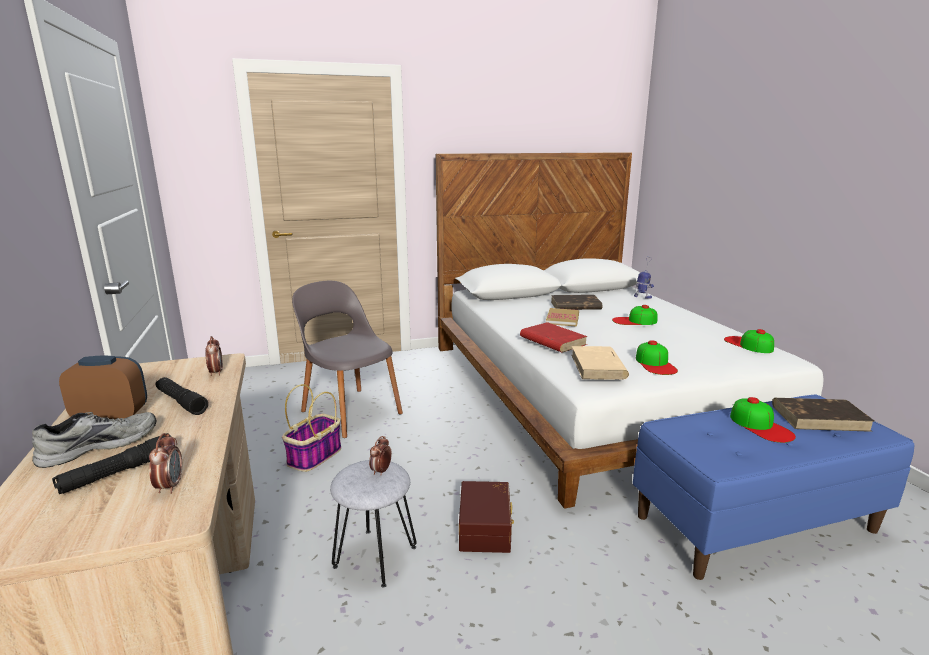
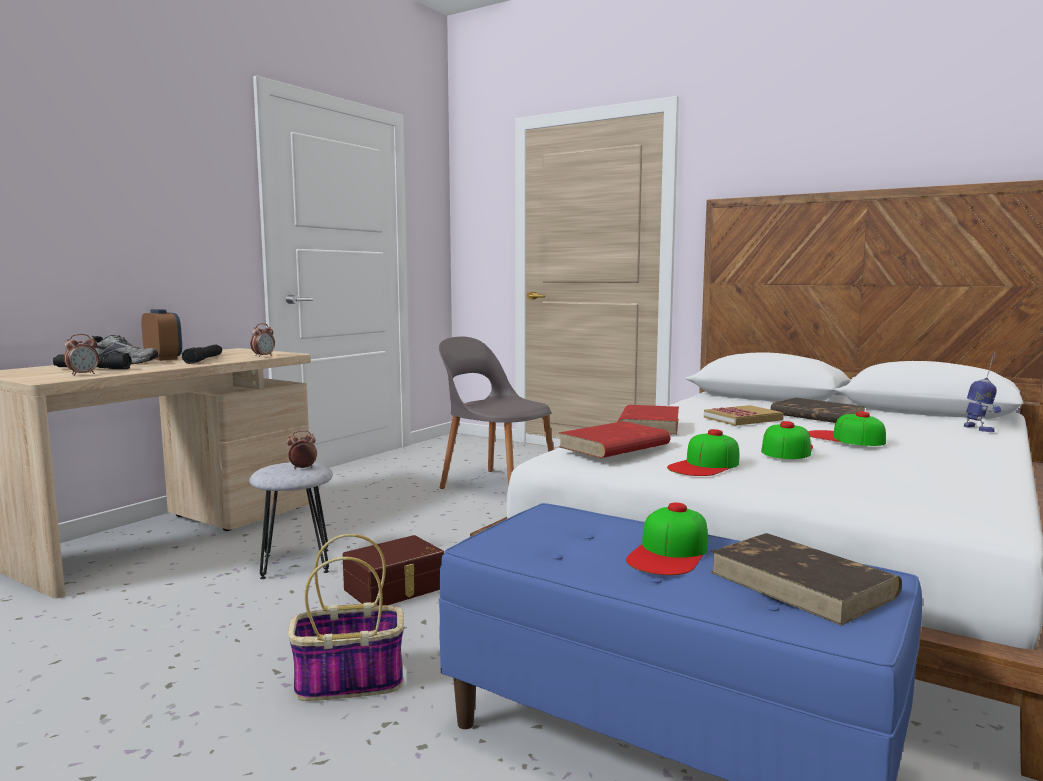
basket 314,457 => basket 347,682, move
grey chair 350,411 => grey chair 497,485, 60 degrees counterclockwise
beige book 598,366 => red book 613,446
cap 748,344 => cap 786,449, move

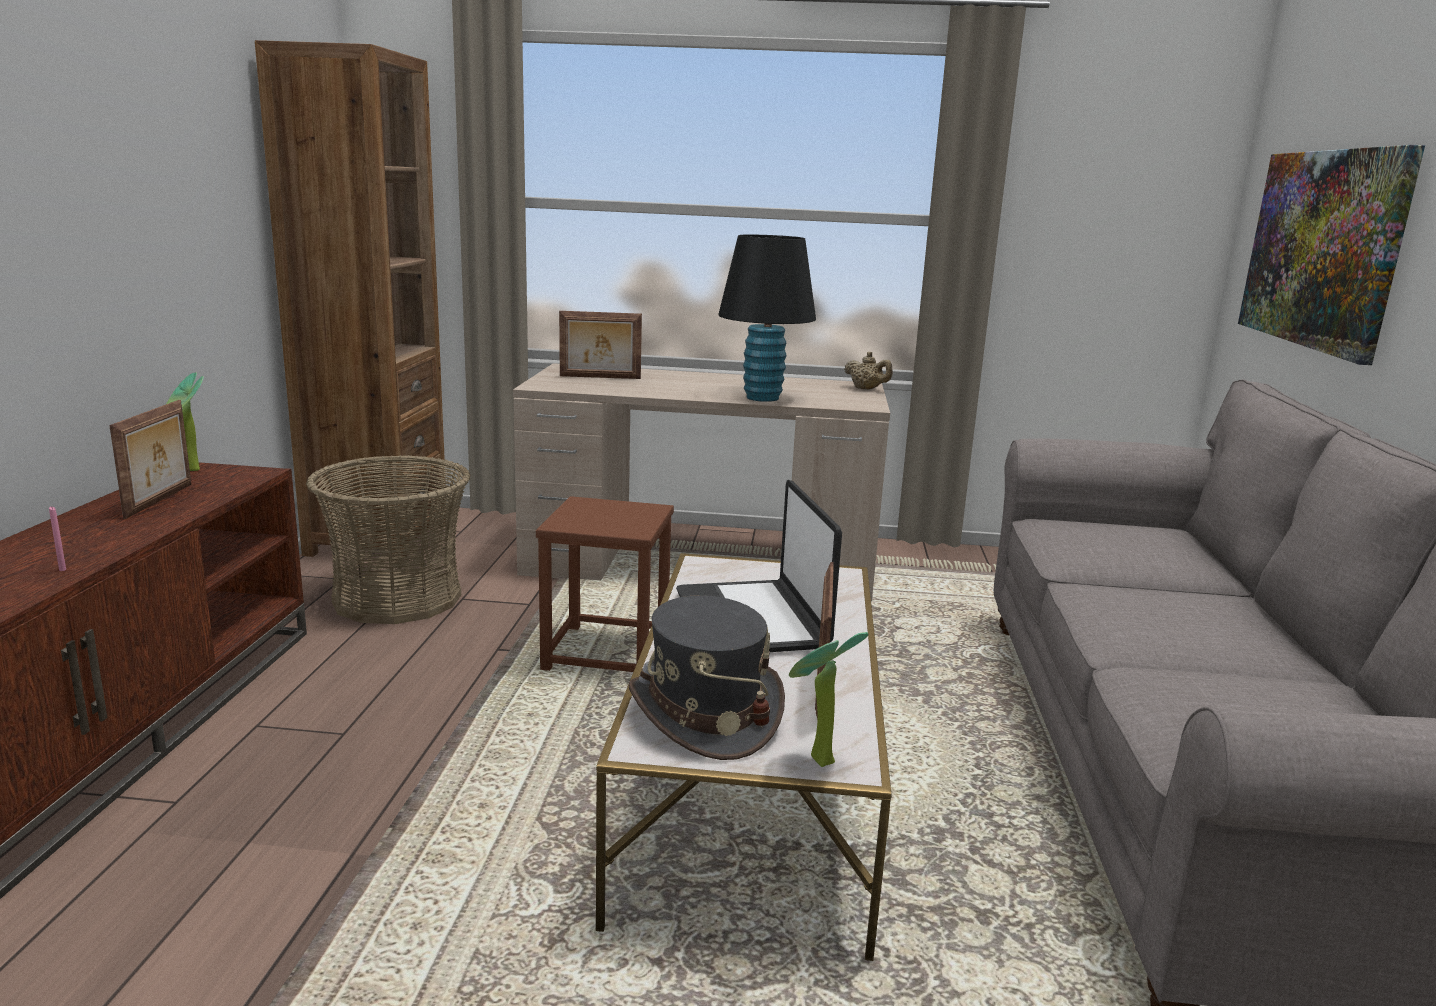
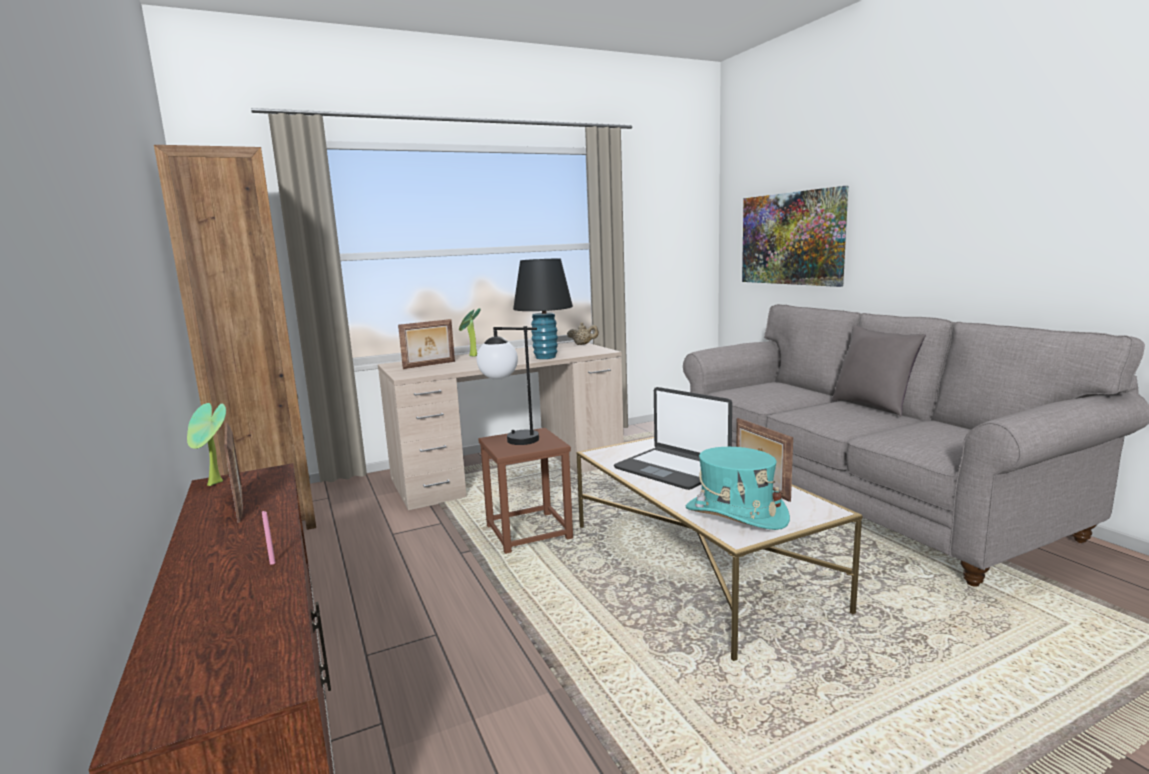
potted plant 816,761 => potted plant 471,356, move
nothing => table lamp 510,439
grey hat 704,714 => turquoise hat 735,514
nothing => grey pillow 873,406
basket 398,598 => nothing

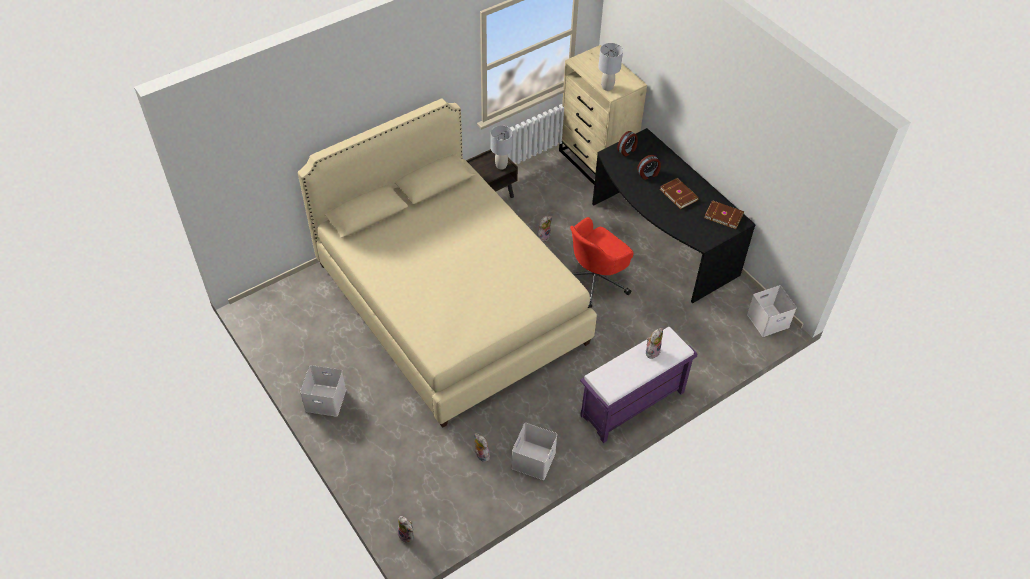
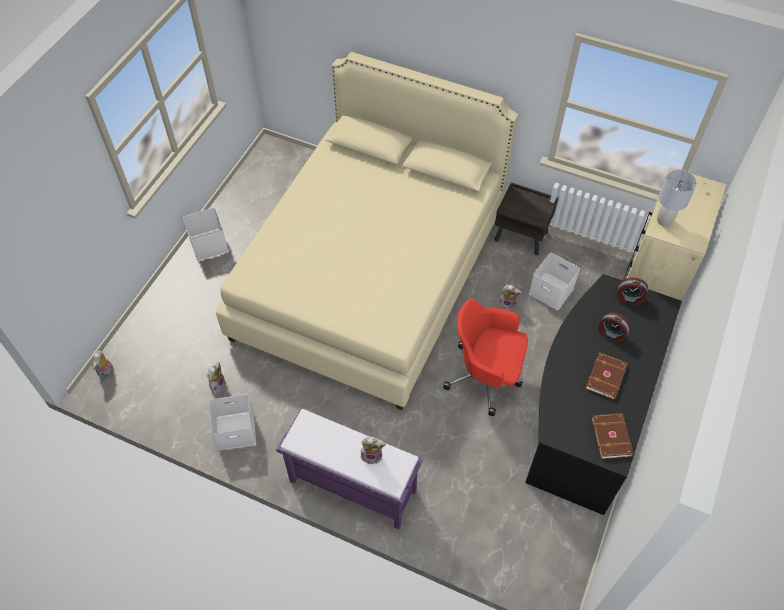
white storage box 768,319 => white storage box 552,290, move
grey table lamp 501,166 => nothing

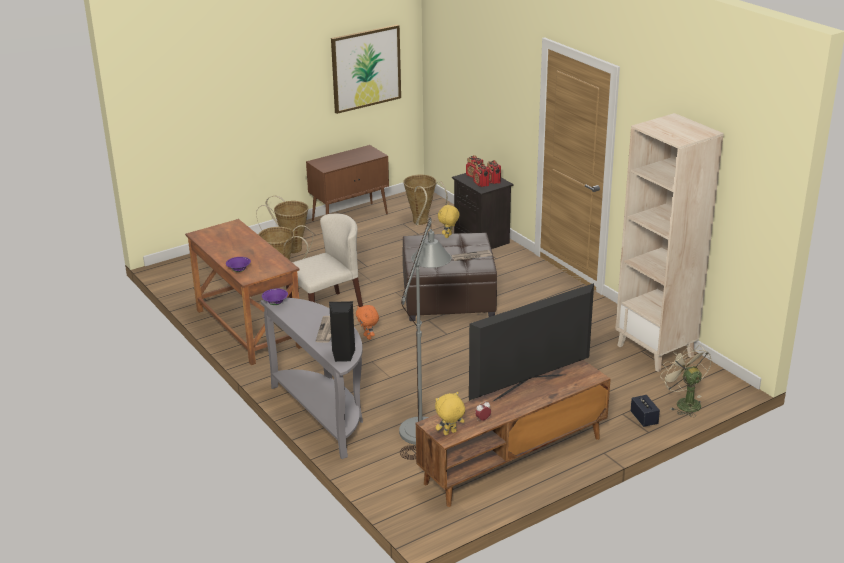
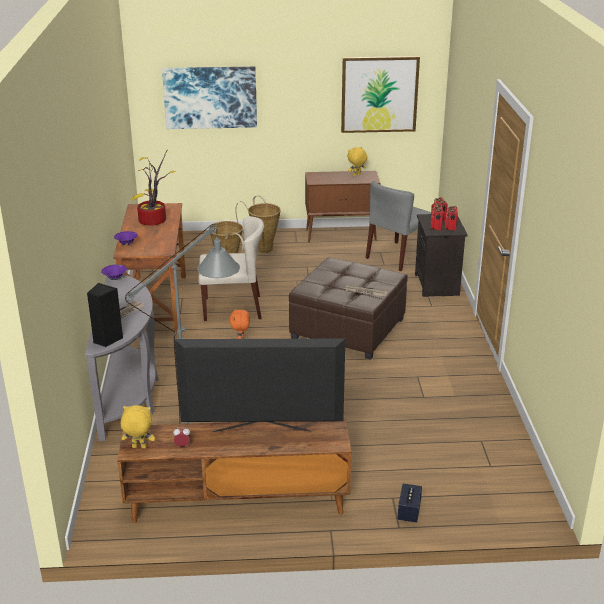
nothing => potted plant 153,222
nothing => picture 210,97
yellow plush toy 448,236 => yellow plush toy 356,175, move
basket 422,223 => grey chair 398,256
beige bookcase 656,351 => nothing
beige fan 684,403 => nothing

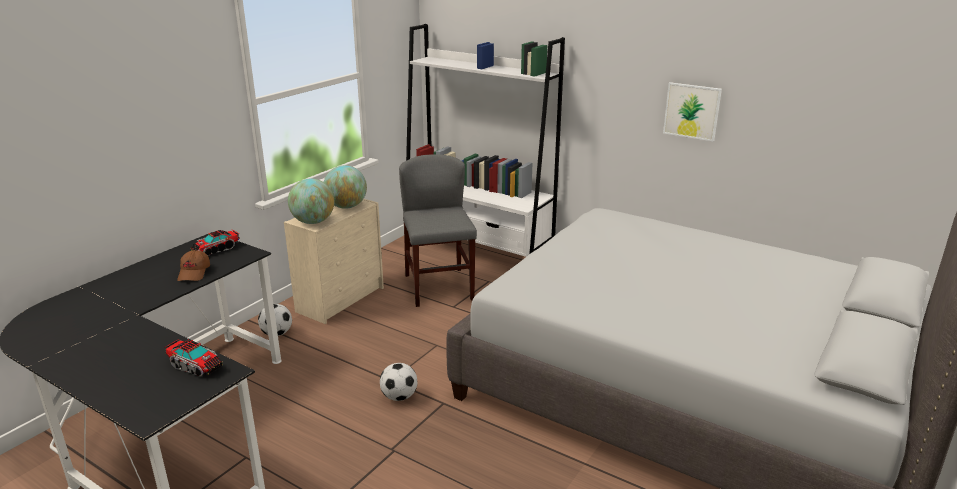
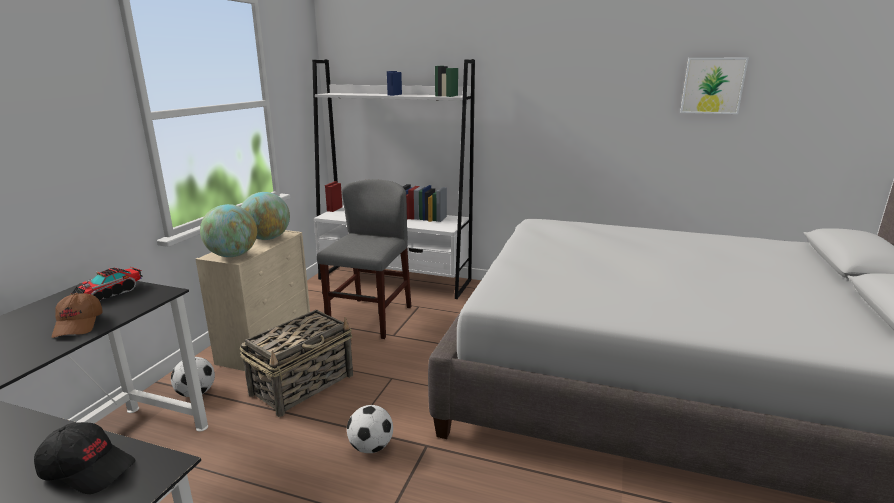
toy truck 195,366 => black cap 88,468
nothing => basket 303,384
grey chair 439,287 => grey chair 370,318, 45 degrees clockwise
picture 692,111 => picture 712,85, move

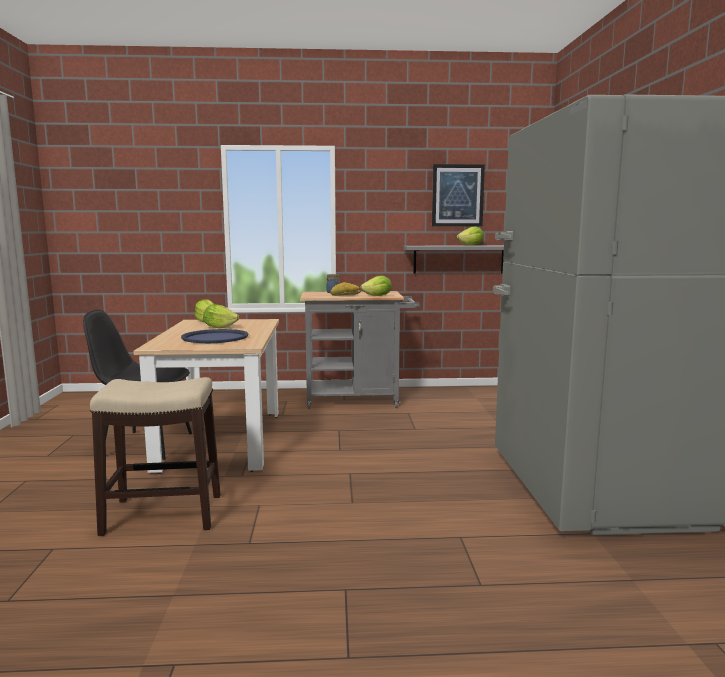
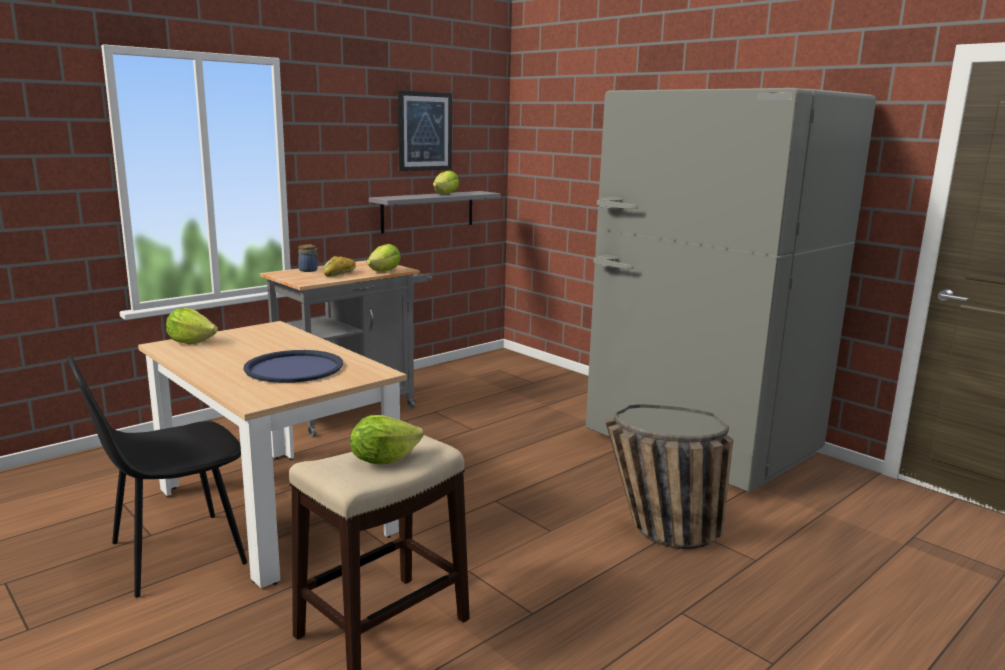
lettuce 219,327 => lettuce 383,460, move
nothing => basket 657,532

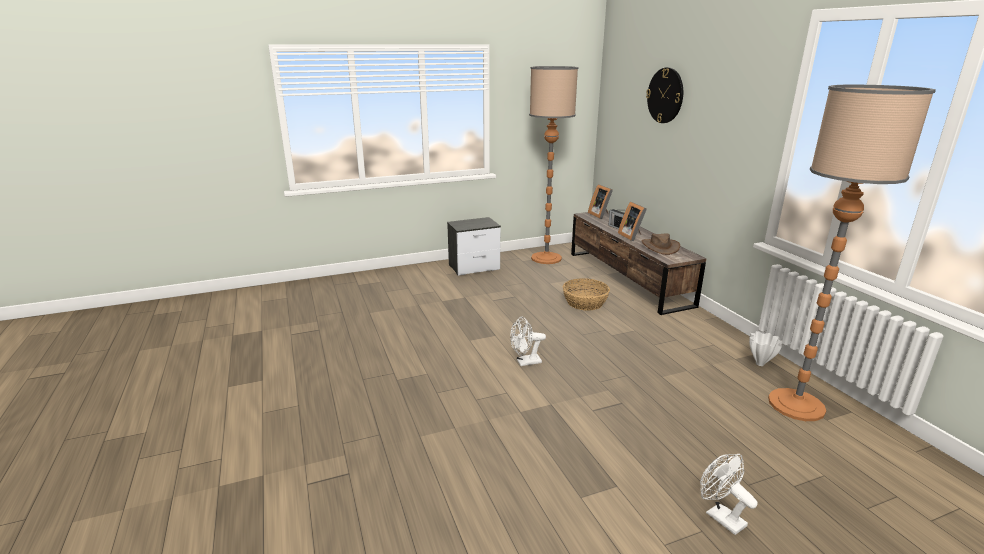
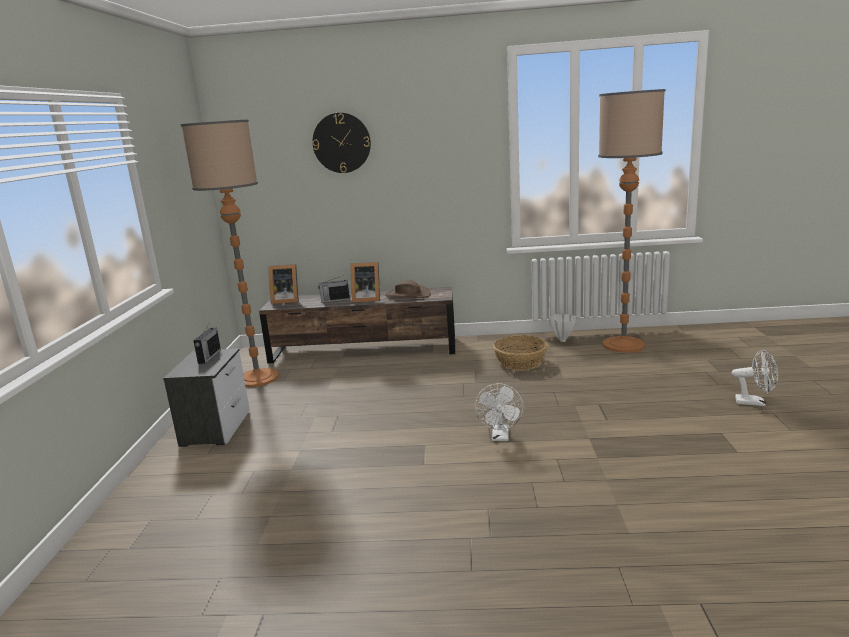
nothing => radio 209,357
basket 585,303 => basket 520,362, move
white fan 720,516 => white fan 755,402, 150 degrees counterclockwise

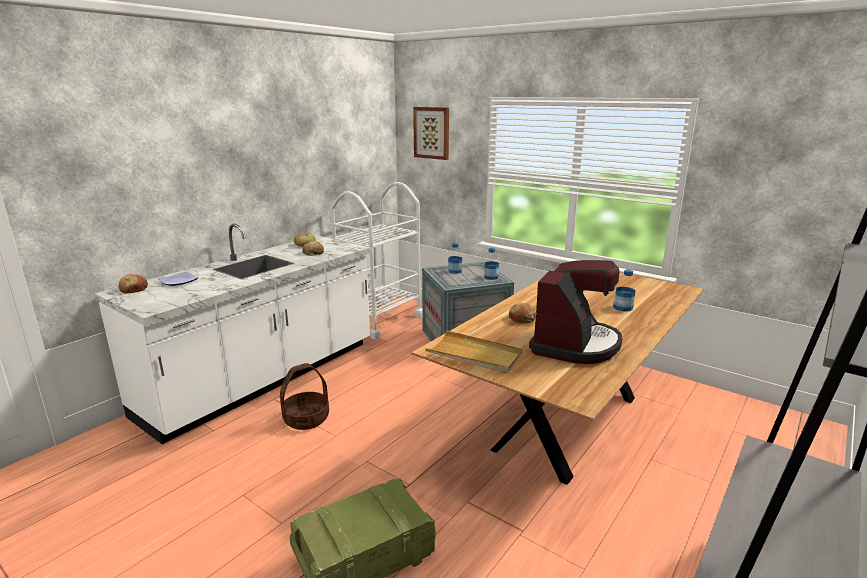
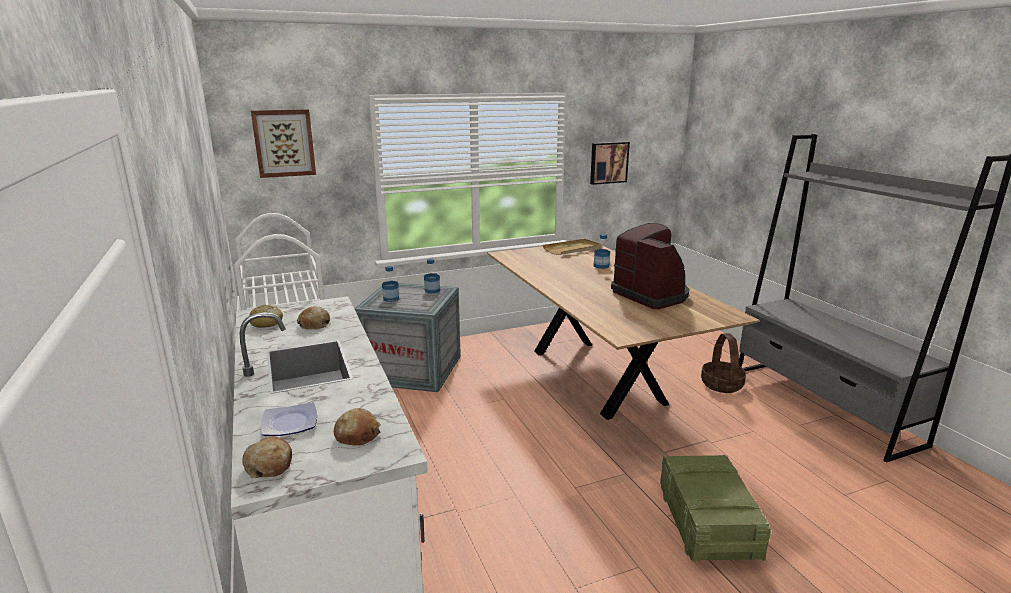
bread 522,319 => bread 357,435, move
beige tray 474,355 => beige tray 572,249, move
nothing => picture 608,162
basket 306,419 => basket 722,385, move

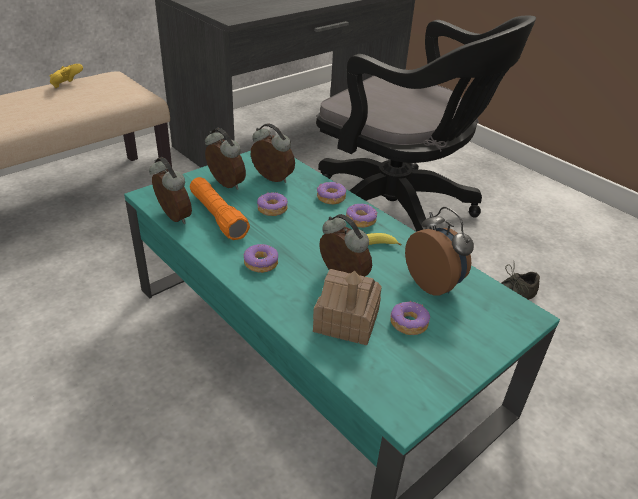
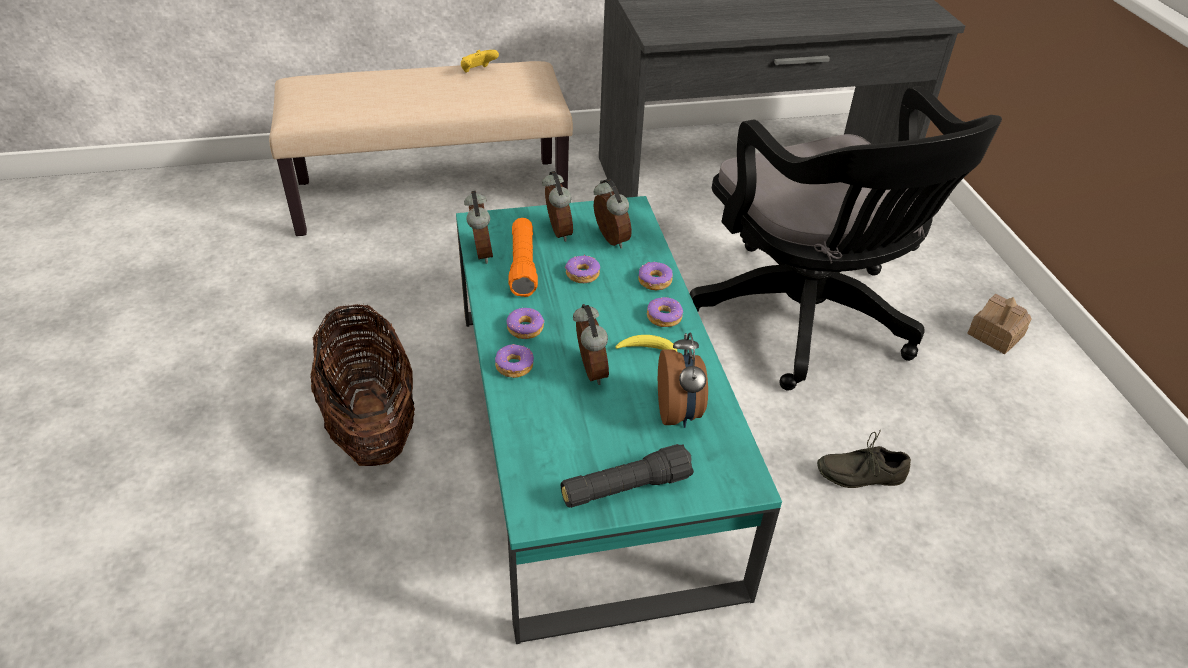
nothing => basket 371,423
donut 408,323 => donut 514,366, move
nothing => black flashlight 625,488
toy house 346,320 => toy house 995,335, move

